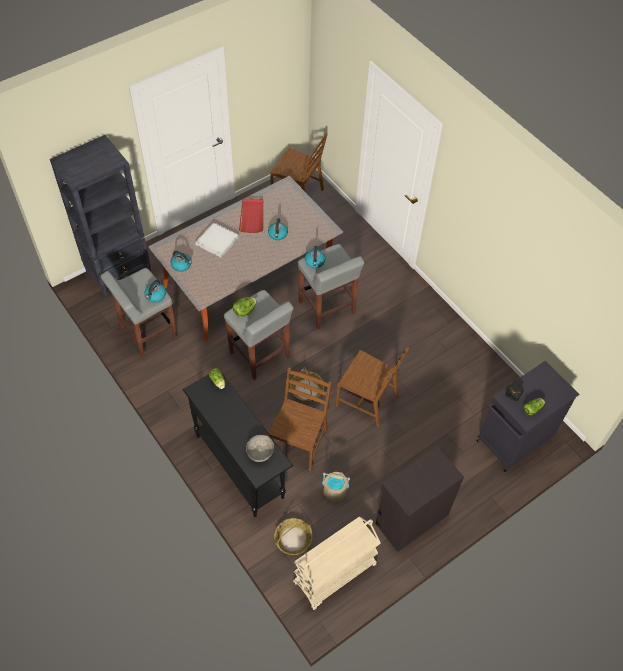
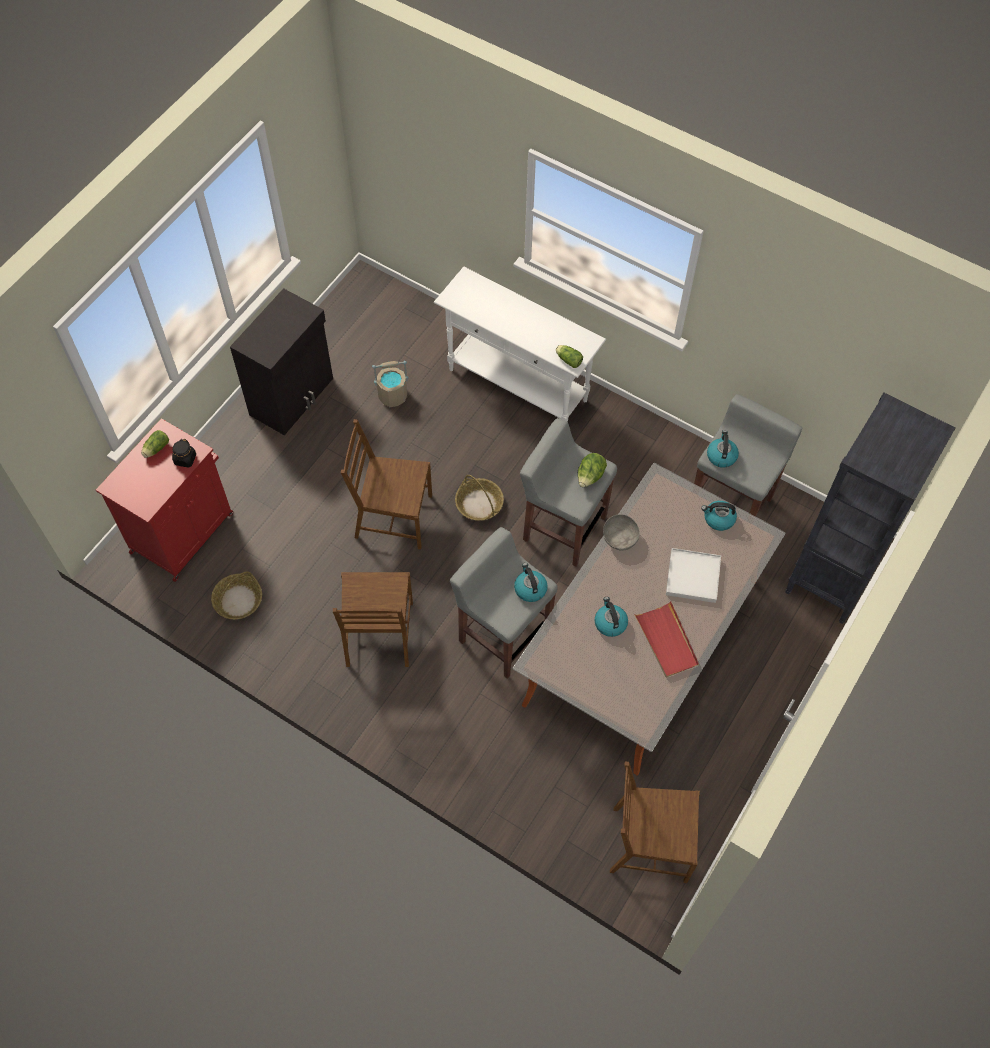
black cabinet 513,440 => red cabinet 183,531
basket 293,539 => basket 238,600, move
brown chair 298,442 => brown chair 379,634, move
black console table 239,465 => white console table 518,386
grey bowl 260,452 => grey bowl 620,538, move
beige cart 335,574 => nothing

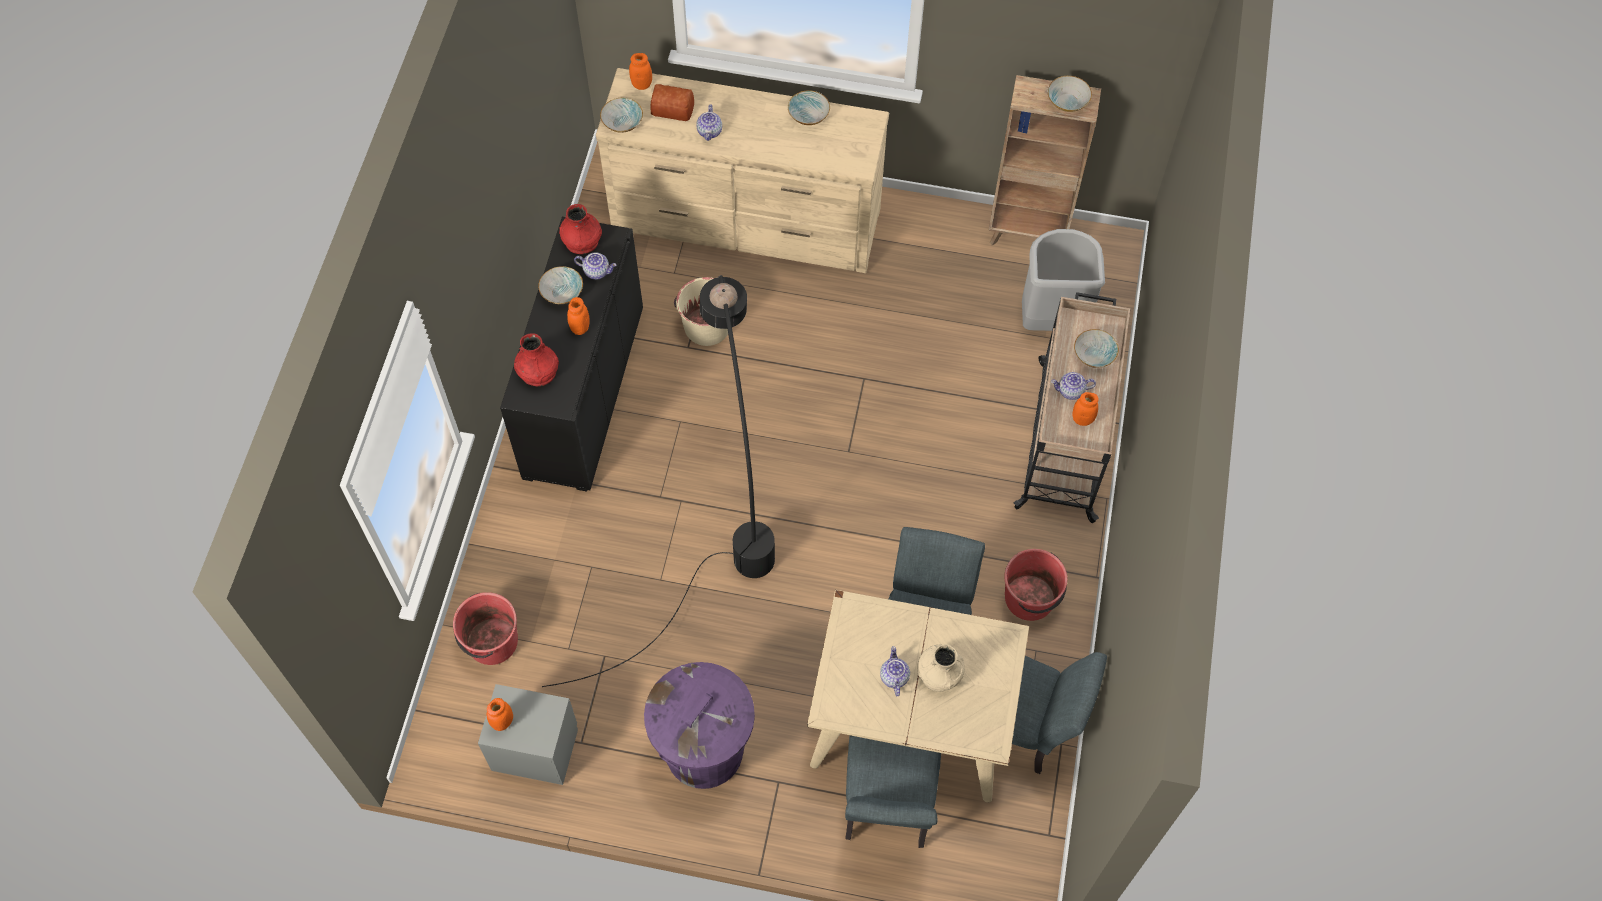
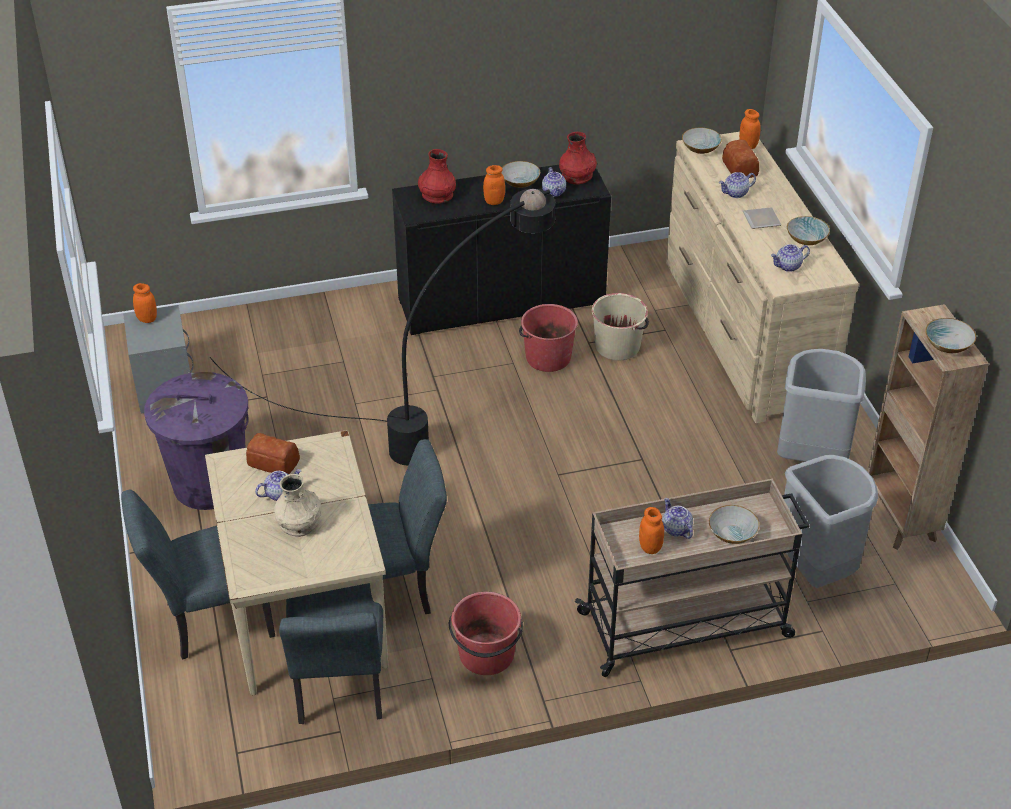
nothing => bread 274,463
red bucket 491,642 => red bucket 547,357, move
nothing => plate 762,219
nothing => teapot 788,266
nothing => grey trash can 811,458

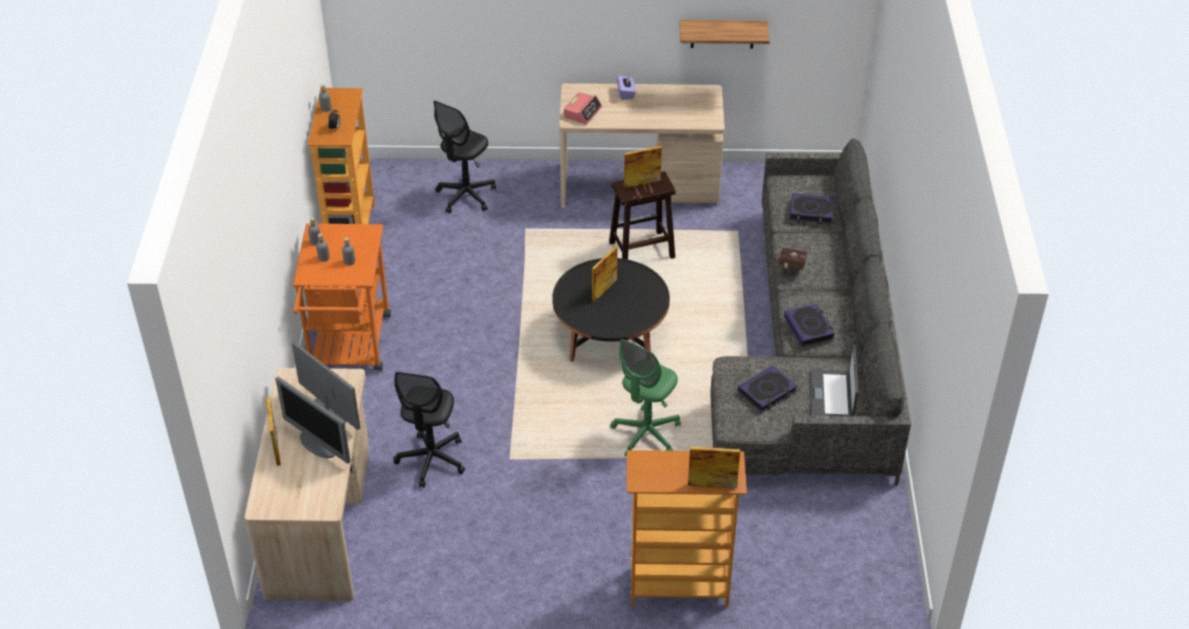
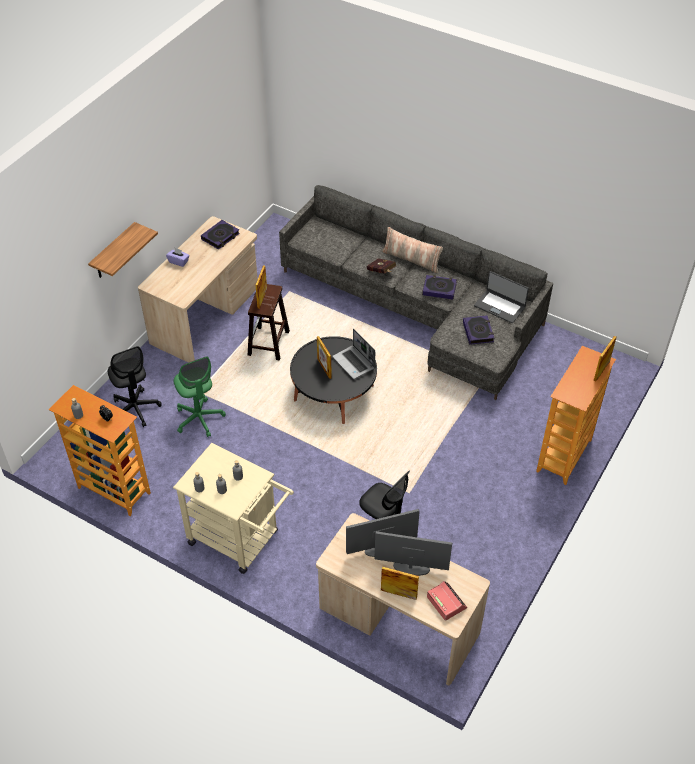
shelf 722,33 => shelf 113,252, move
orange cart 349,348 => beige cart 239,540
green office chair 646,434 => green office chair 199,419, move
book 811,211 => book 220,237, move
nothing => laptop 354,363
monitor 318,445 => monitor 411,567, 150 degrees counterclockwise
nothing => pillow 411,259
alarm clock 582,112 => alarm clock 446,602, move

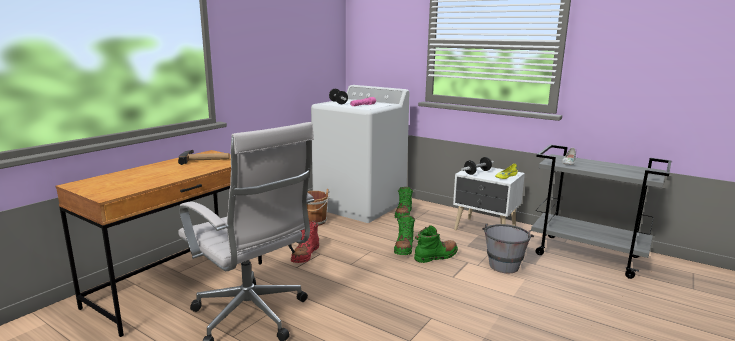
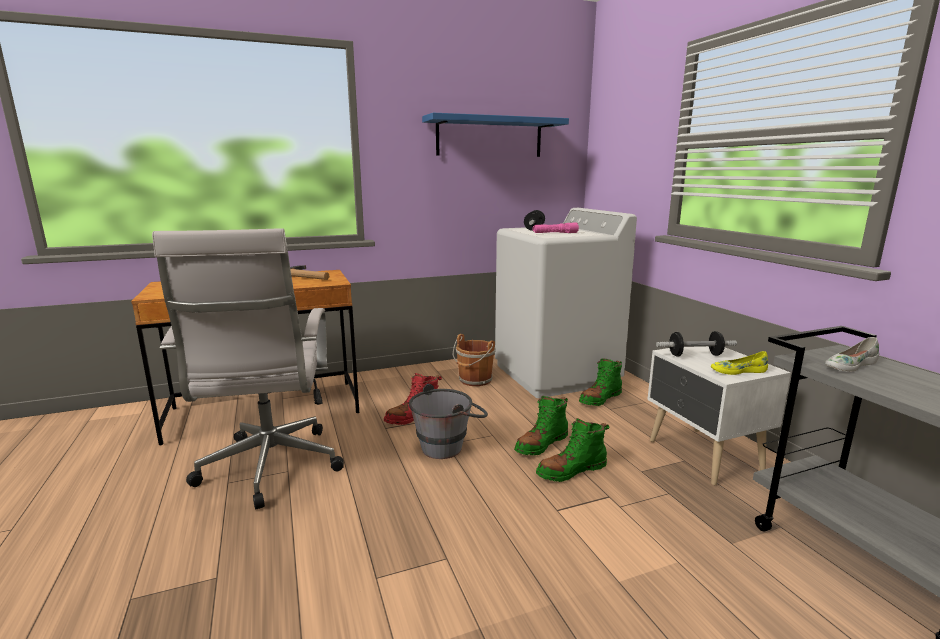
grey bucket 504,263 => grey bucket 449,445, move
nothing => blue shelf 489,137
green boot 436,256 => green boot 571,471, 150 degrees clockwise

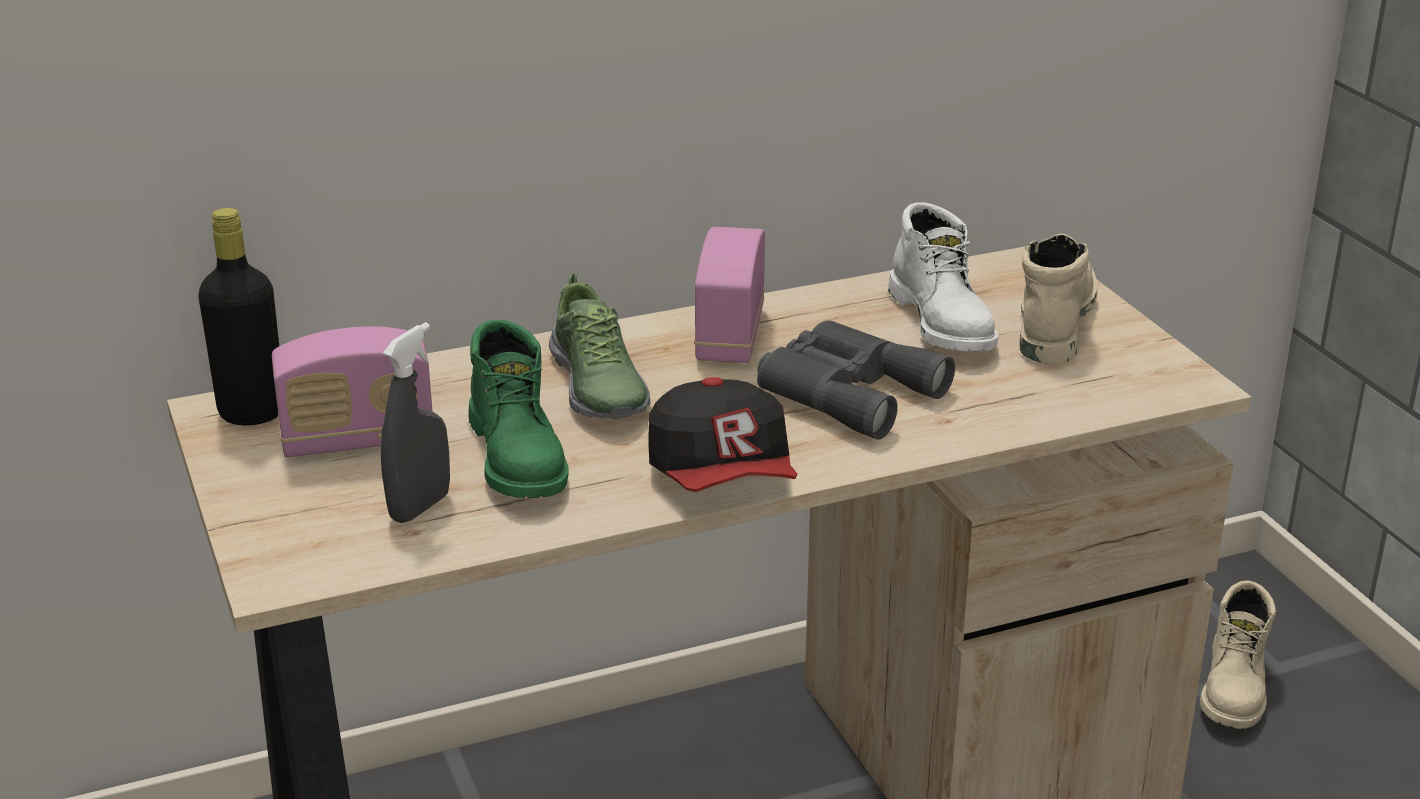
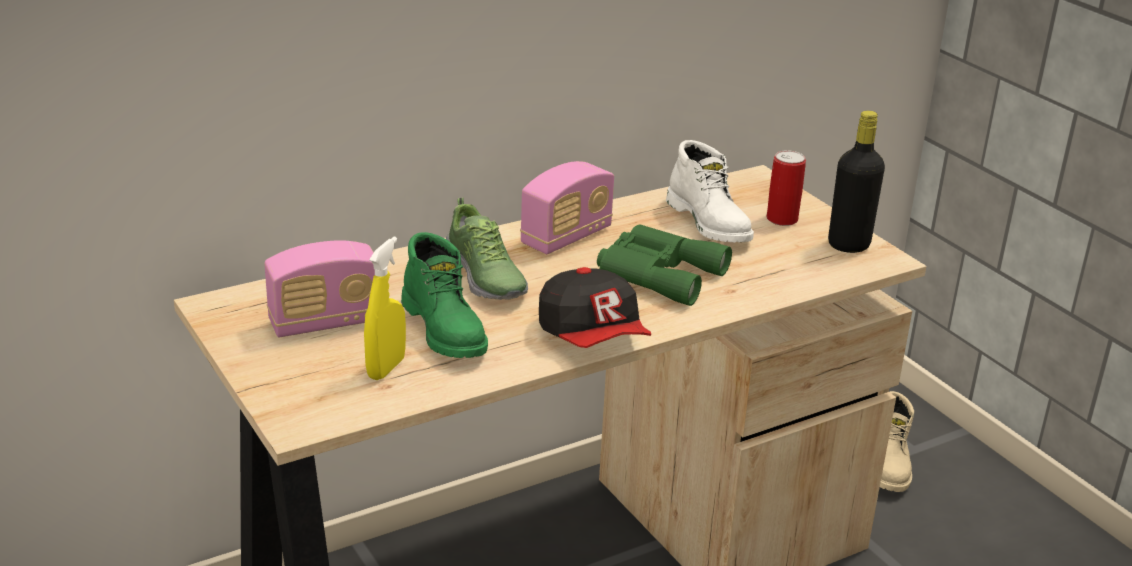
grey spray bottle 420,507 => yellow spray bottle 386,368
radio 730,335 => radio 566,237, 135 degrees counterclockwise
grey binoculars 844,390 => green binoculars 657,273
beige boot 1052,321 => can 782,219
black bottle 252,413 => black bottle 848,245, move

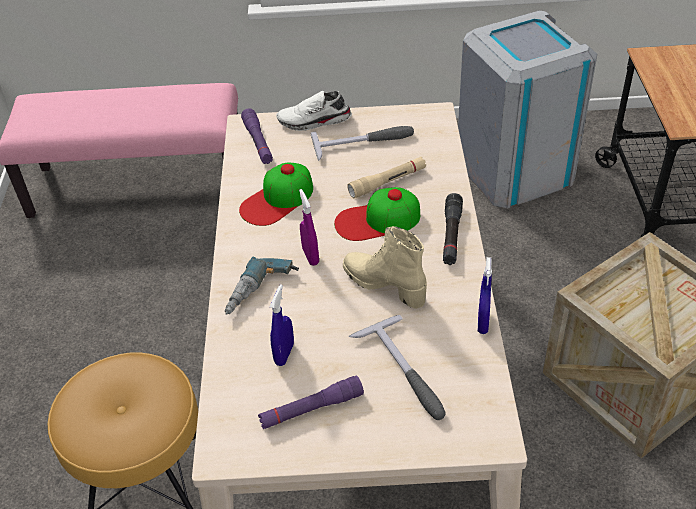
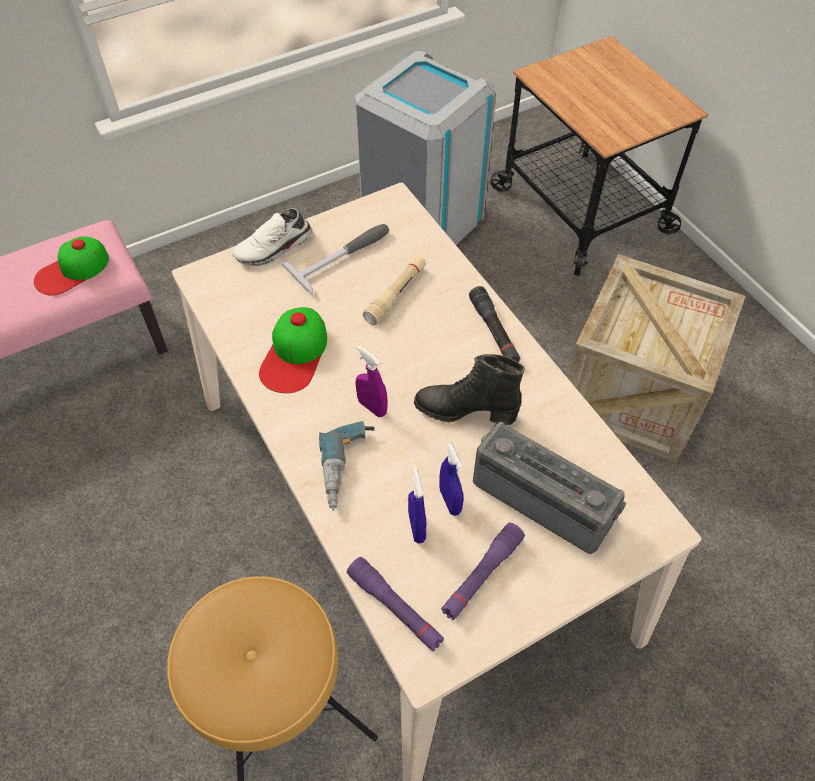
cap 377,220 => cap 72,270, move
purple flashlight 258,142 => purple flashlight 395,608, move
beige boot 384,285 => black boot 465,410
blue spray bottle 483,323 => blue spray bottle 450,501, move
hammer 405,374 => radio 545,498

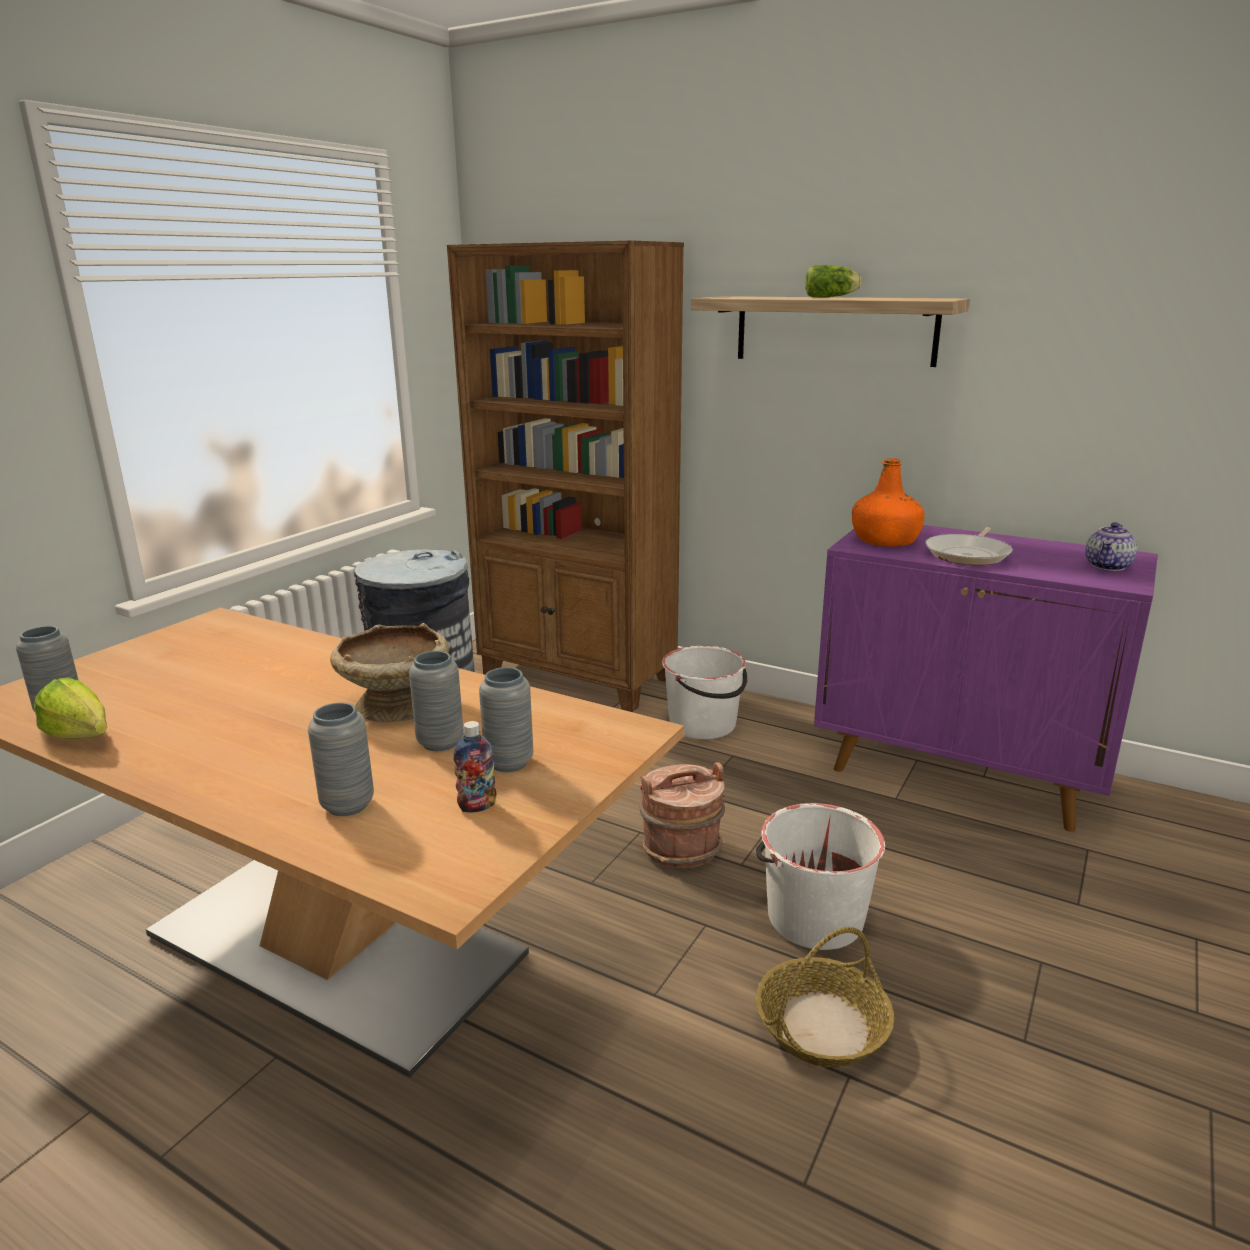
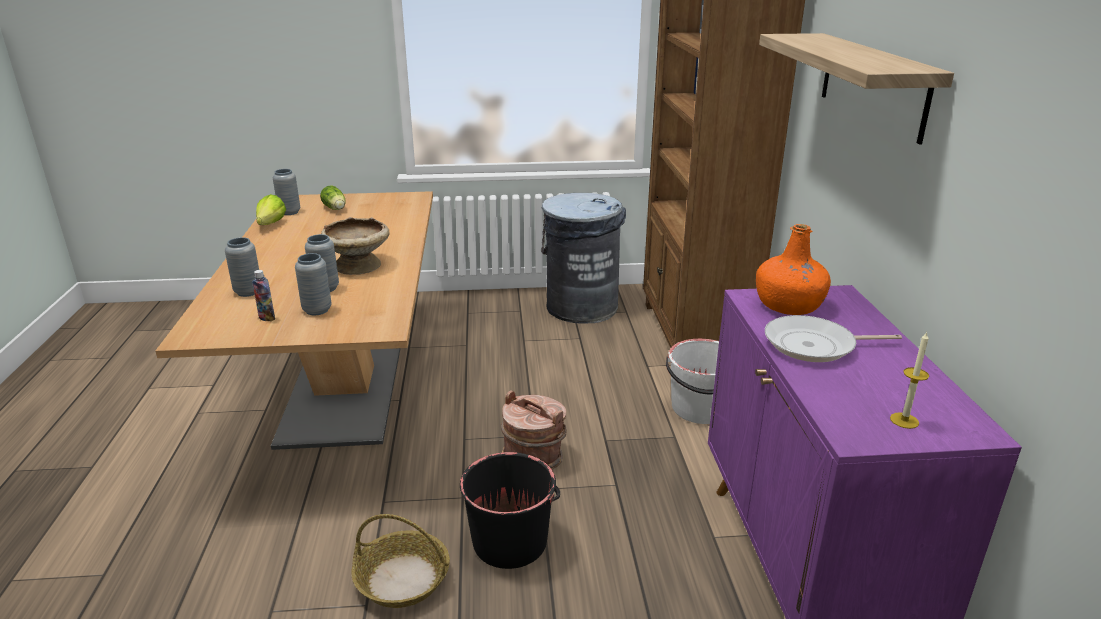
lettuce 832,297 => lettuce 335,209, move
white bucket 813,917 => black bucket 510,541
teapot 1108,566 => candle 904,420

